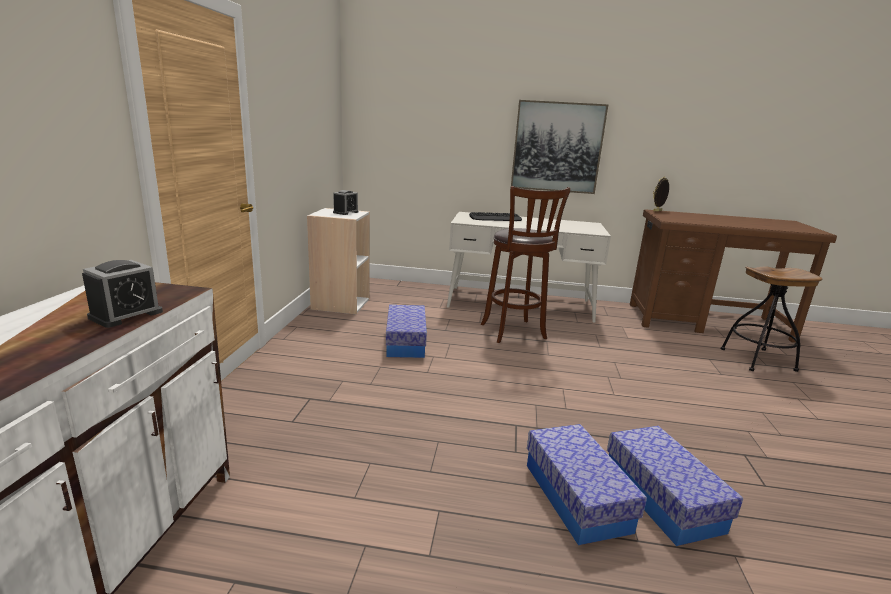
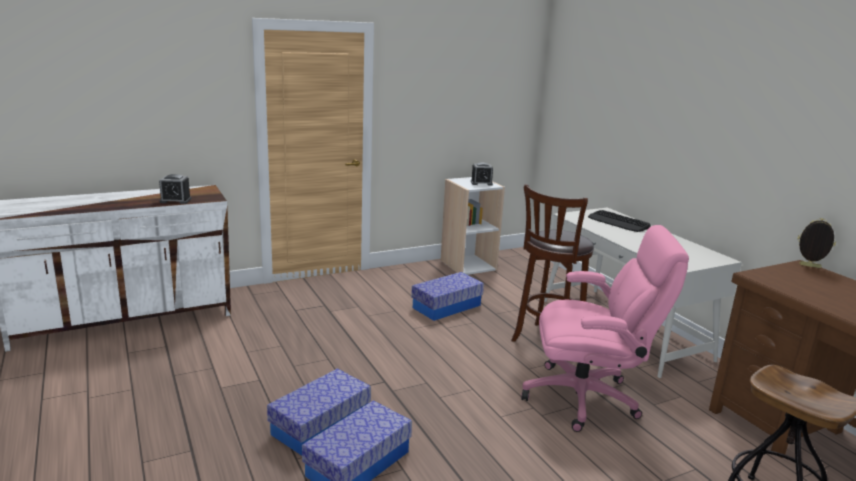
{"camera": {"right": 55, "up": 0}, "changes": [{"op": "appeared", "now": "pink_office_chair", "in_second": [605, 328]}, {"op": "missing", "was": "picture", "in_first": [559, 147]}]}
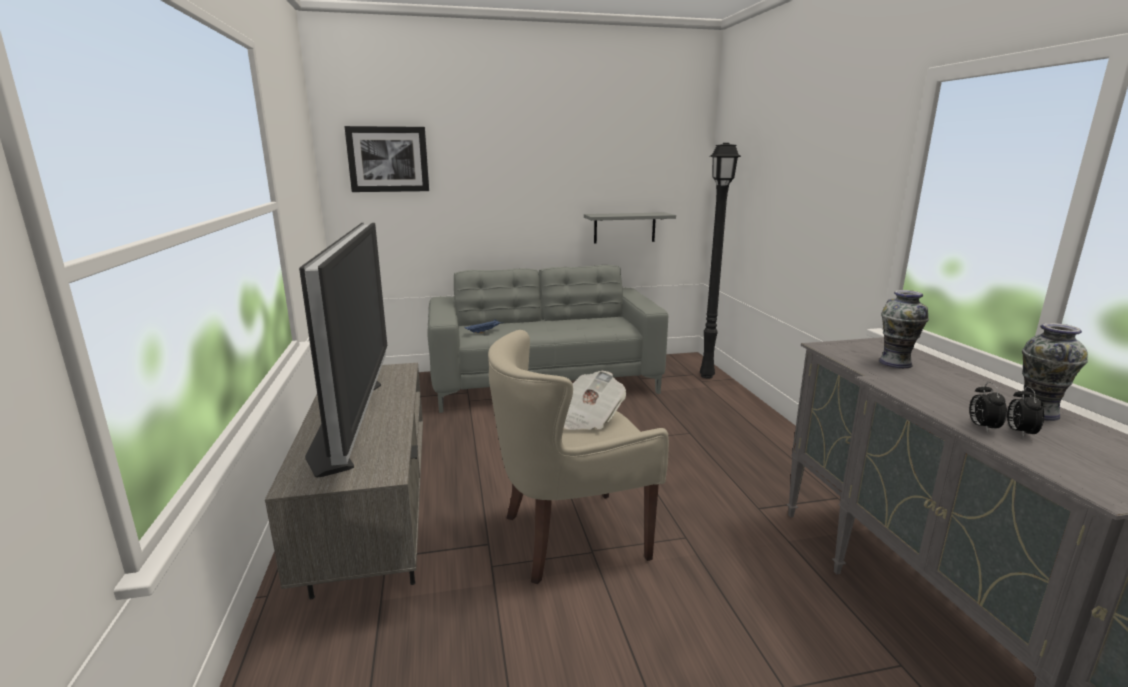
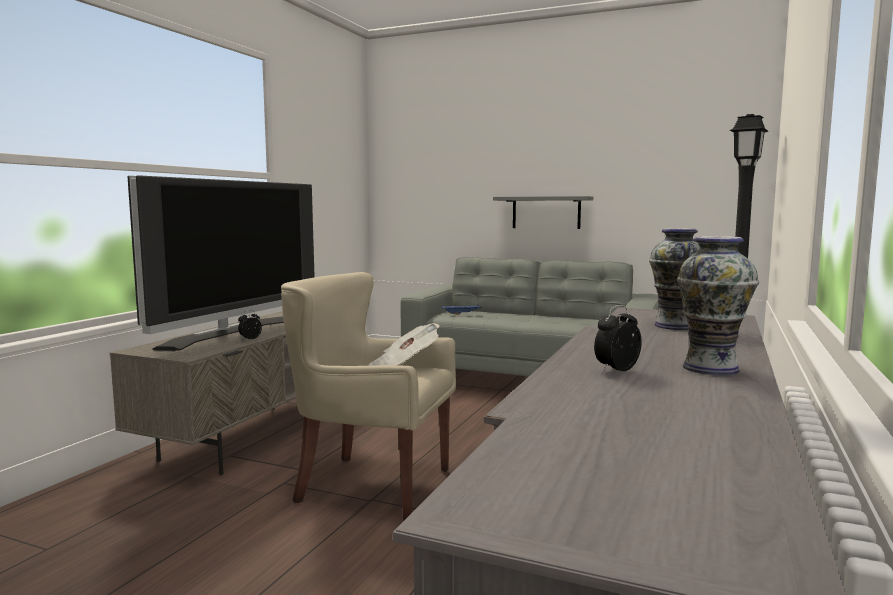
{"camera": {"right": 35, "up": -10}, "changes": [{"op": "relocated", "was": "alarm_clock", "in_first": [988, 407], "in_second": [250, 325]}, {"op": "relocated", "was": "grey_shelf", "in_first": [630, 228], "in_second": [543, 212]}, {"op": "missing", "was": "picture", "in_first": [386, 159]}]}
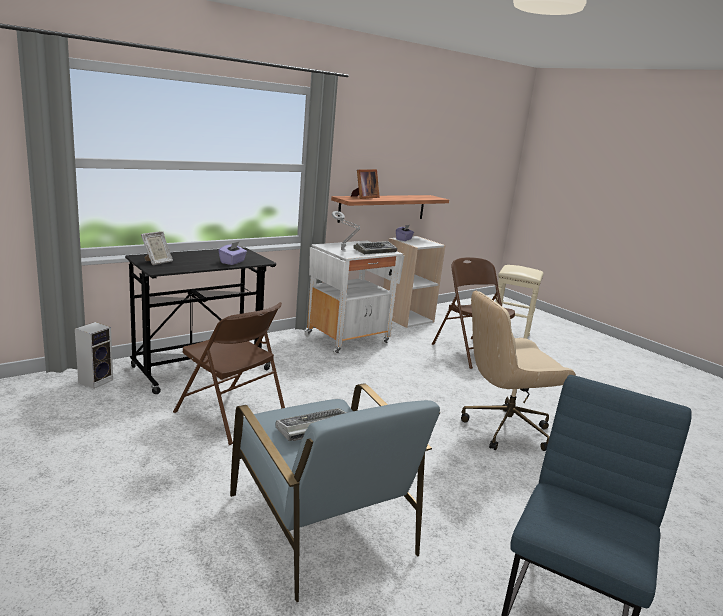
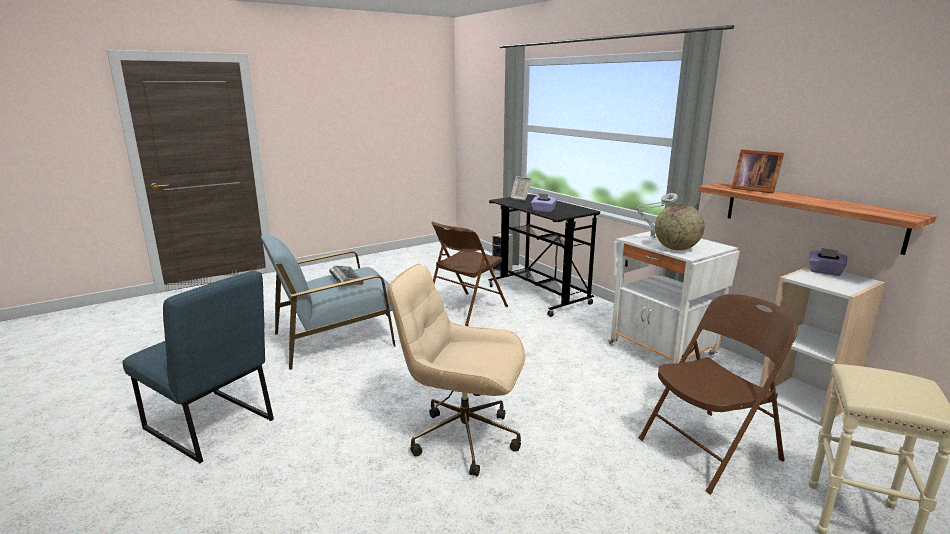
{"camera": {"right": 95, "up": 0}, "changes": [{"op": "spun", "was": "beige_office_chair", "in_first": [518, 370], "in_second": [456, 370], "clockwise": -60}, {"op": "exchanged", "was": "keyboard", "now": "globe", "in_first": [375, 247], "in_second": [679, 226]}]}
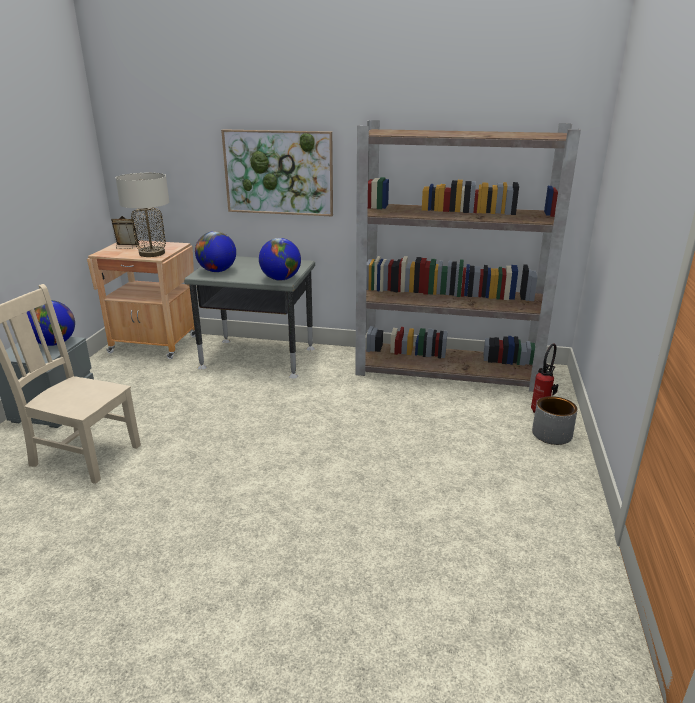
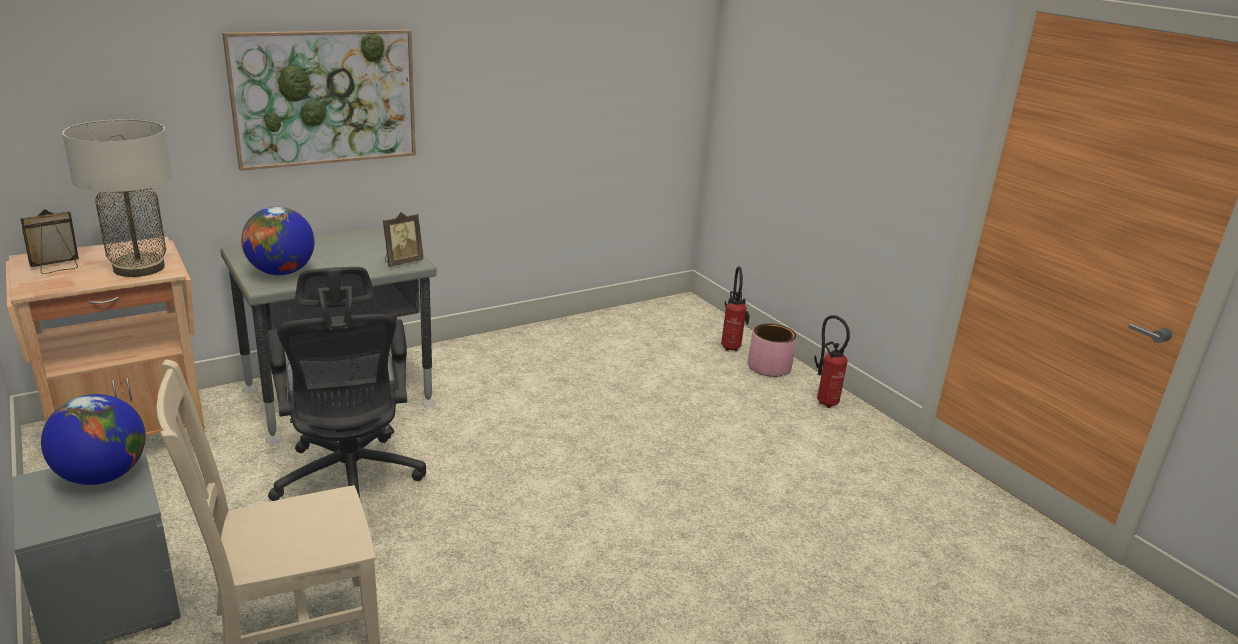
{"camera": {"right": -45, "up": 0}, "changes": [{"op": "appeared", "now": "office_chair", "in_second": [346, 384]}, {"op": "exchanged", "was": "globe", "now": "picture_frame", "in_first": [280, 259], "in_second": [403, 239]}, {"op": "colour", "was": "grey_planter", "now": "pink_planter", "in_first": [555, 420], "in_second": [772, 350]}, {"op": "appeared", "now": "fire_extinguisher", "in_second": [832, 361]}, {"op": "missing", "was": "brown_bookcase", "in_first": [468, 256]}]}
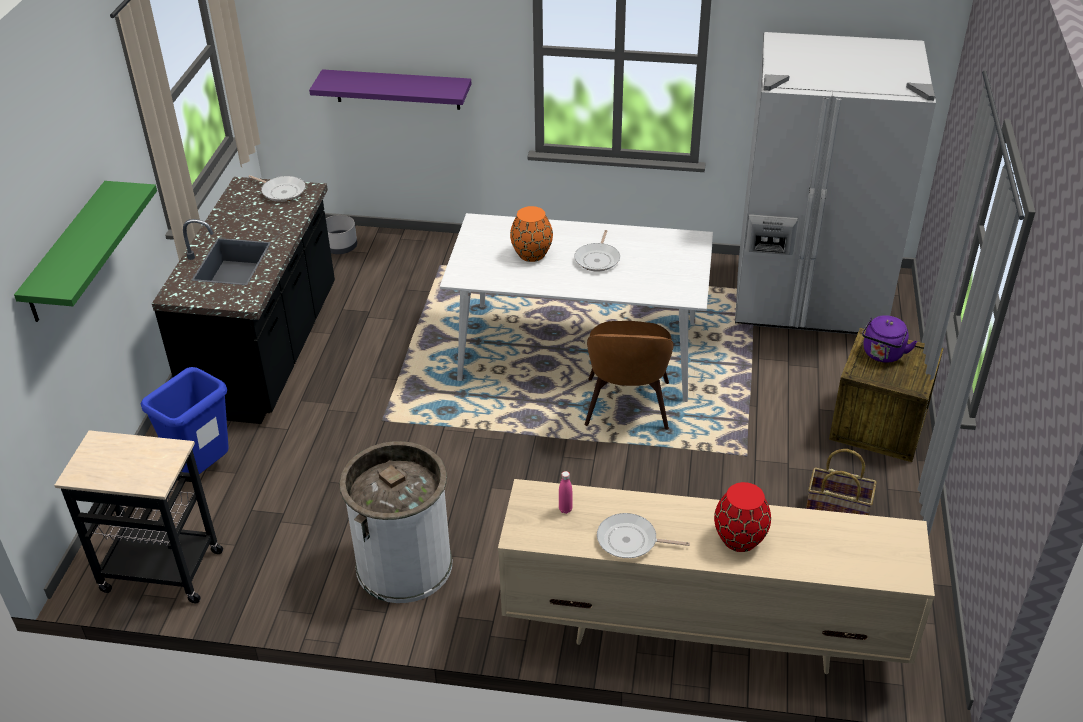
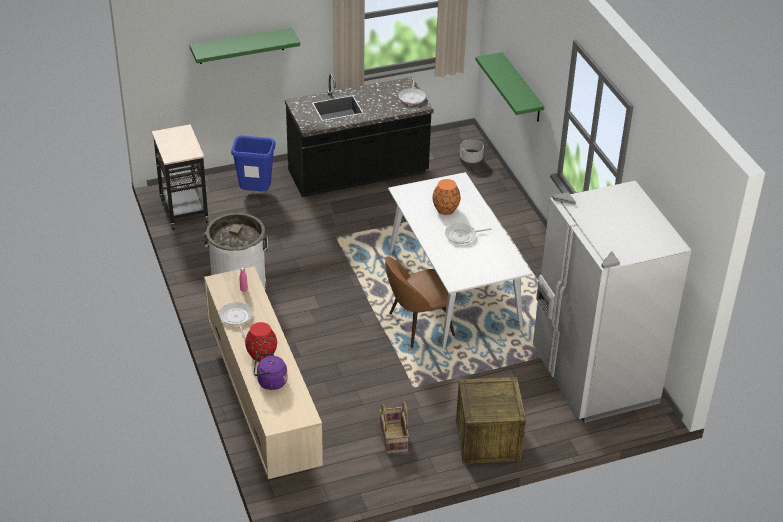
{"camera": {"right": 60, "up": 0}, "changes": [{"op": "relocated", "was": "purple_kettle", "in_first": [889, 339], "in_second": [270, 371]}, {"op": "colour", "was": "purple_shelf", "now": "green_shelf", "in_first": [390, 89], "in_second": [509, 87]}]}
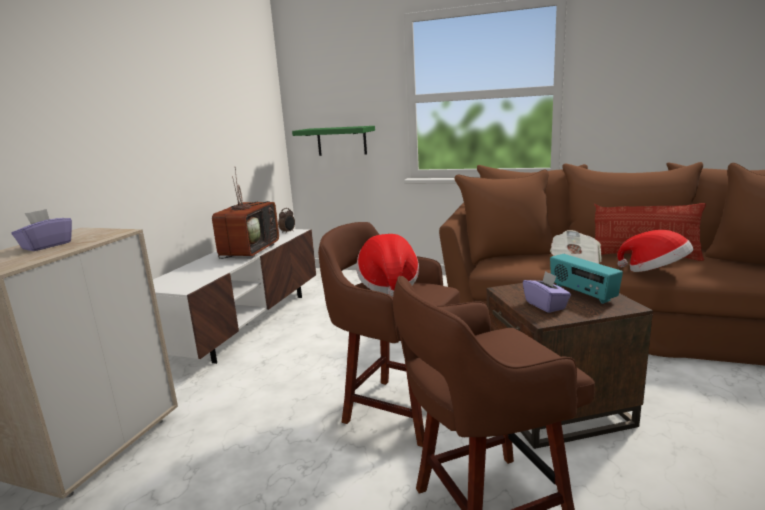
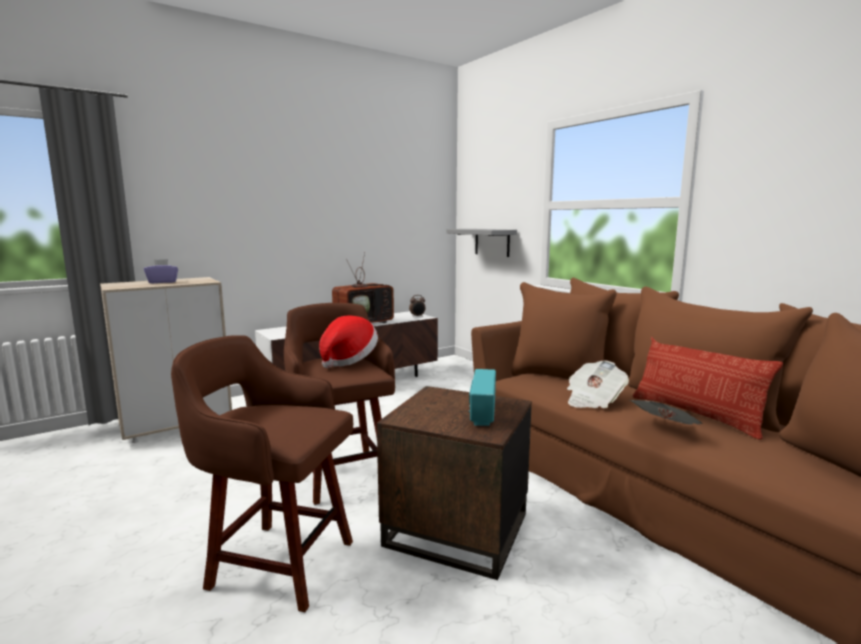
{"camera": {"right": 35, "up": -5}, "changes": [{"op": "colour", "was": "green_shelf", "now": "grey_shelf", "in_first": [333, 141], "in_second": [481, 243]}, {"op": "exchanged", "was": "hat", "now": "newspaper", "in_first": [655, 251], "in_second": [665, 412]}, {"op": "missing", "was": "purple_tissue_box", "in_first": [547, 292]}]}
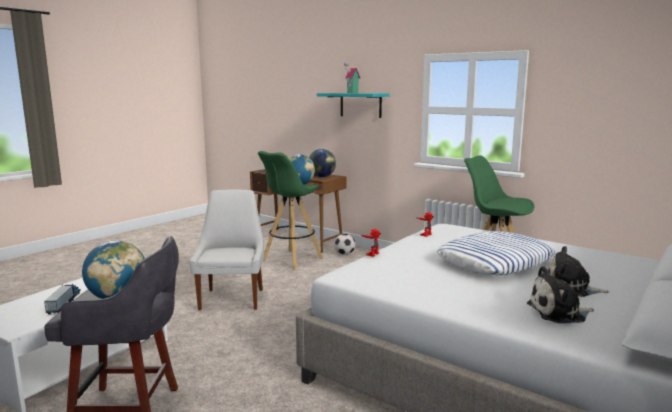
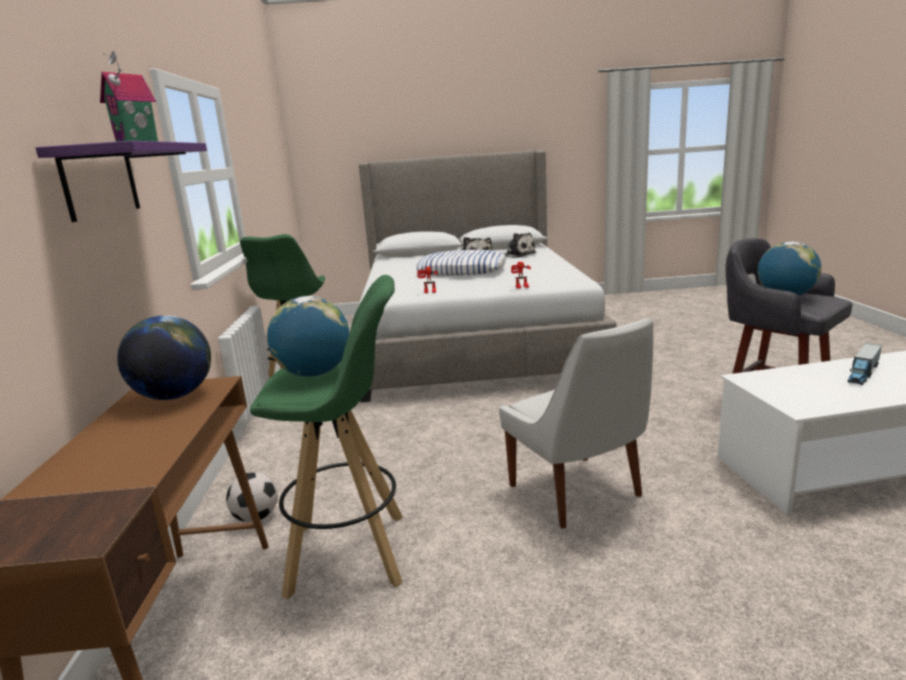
{"camera": {"right": -130, "up": 5}, "changes": [{"op": "colour", "was": "turquoise_shelf", "now": "purple_shelf", "in_first": [353, 105], "in_second": [121, 181]}, {"op": "spun", "was": "white_chair", "in_first": [226, 250], "in_second": [576, 423], "clockwise": -75}]}
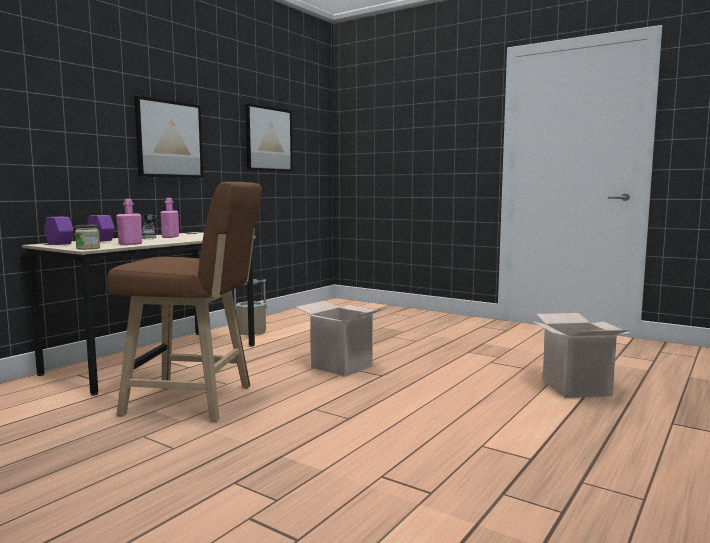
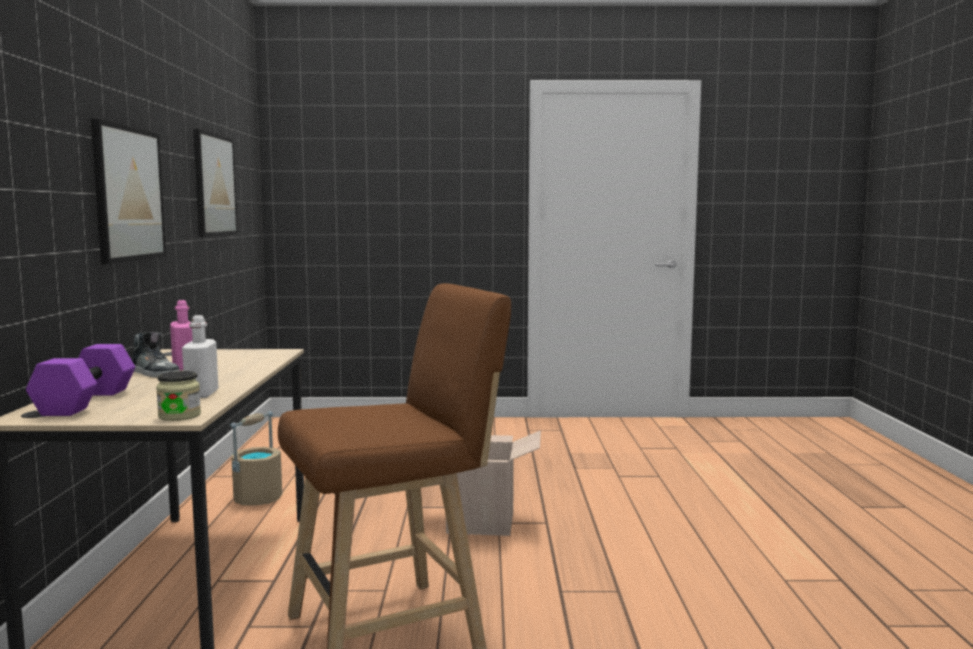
{"camera": {"right": -35, "up": 0}, "changes": [{"op": "colour", "was": "pink_bottle", "now": "white_bottle", "in_first": [129, 222], "in_second": [200, 356]}, {"op": "missing", "was": "cardboard_box", "in_first": [581, 355]}]}
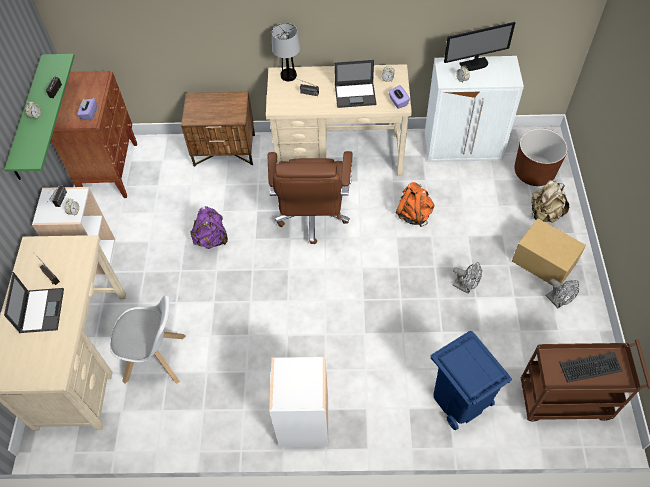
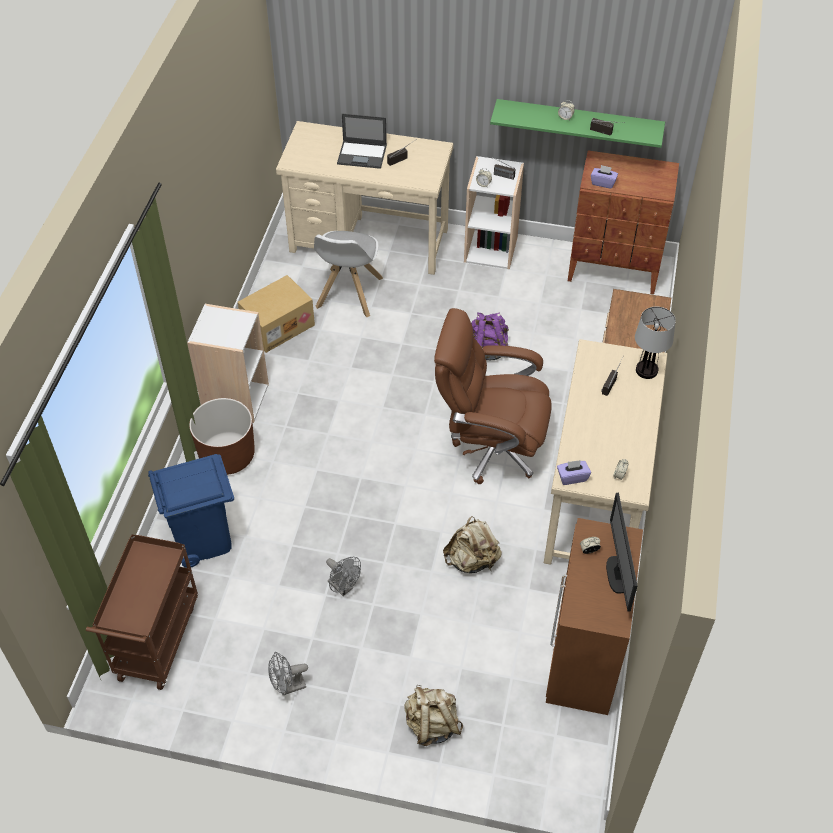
{"camera": {"right": 100, "up": -5}, "changes": [{"op": "relocated", "was": "brown_planter", "in_first": [541, 157], "in_second": [222, 436]}, {"op": "relocated", "was": "cardboard_box", "in_first": [549, 252], "in_second": [276, 314]}, {"op": "spun", "was": "grey_fan", "in_first": [467, 278], "in_second": [343, 576], "clockwise": -90}, {"op": "colour", "was": "orange_backpack", "now": "beige_backpack", "in_first": [415, 204], "in_second": [472, 544]}, {"op": "colour", "was": "white_cabinet", "now": "brown_cabinet", "in_first": [474, 109], "in_second": [594, 616]}, {"op": "missing", "was": "laptop", "in_first": [355, 84]}, {"op": "missing", "was": "keyboard", "in_first": [591, 367]}]}
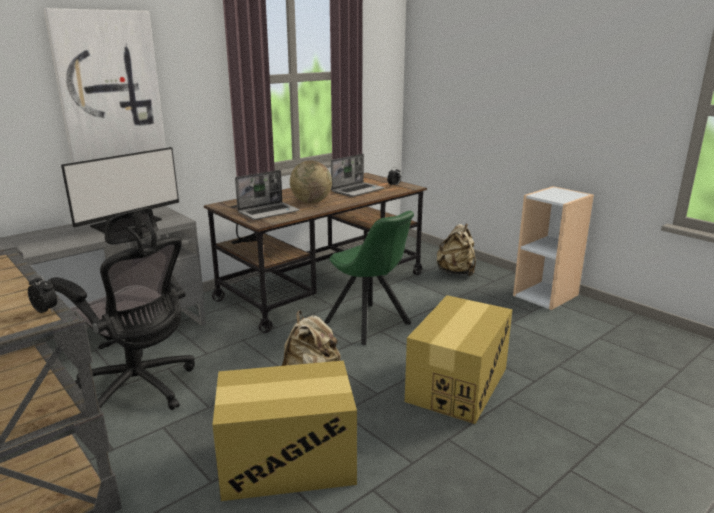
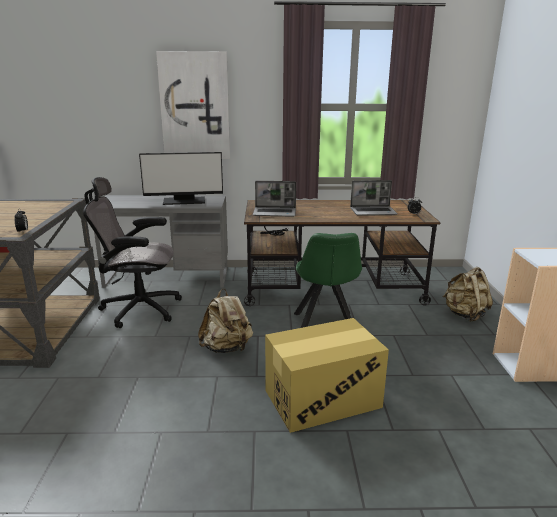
{"camera": {"right": 40, "up": 0}, "changes": [{"op": "spun", "was": "office_chair", "in_first": [121, 308], "in_second": [132, 252], "clockwise": 105}, {"op": "missing", "was": "cardboard_box", "in_first": [285, 431]}, {"op": "missing", "was": "globe", "in_first": [311, 182]}]}
